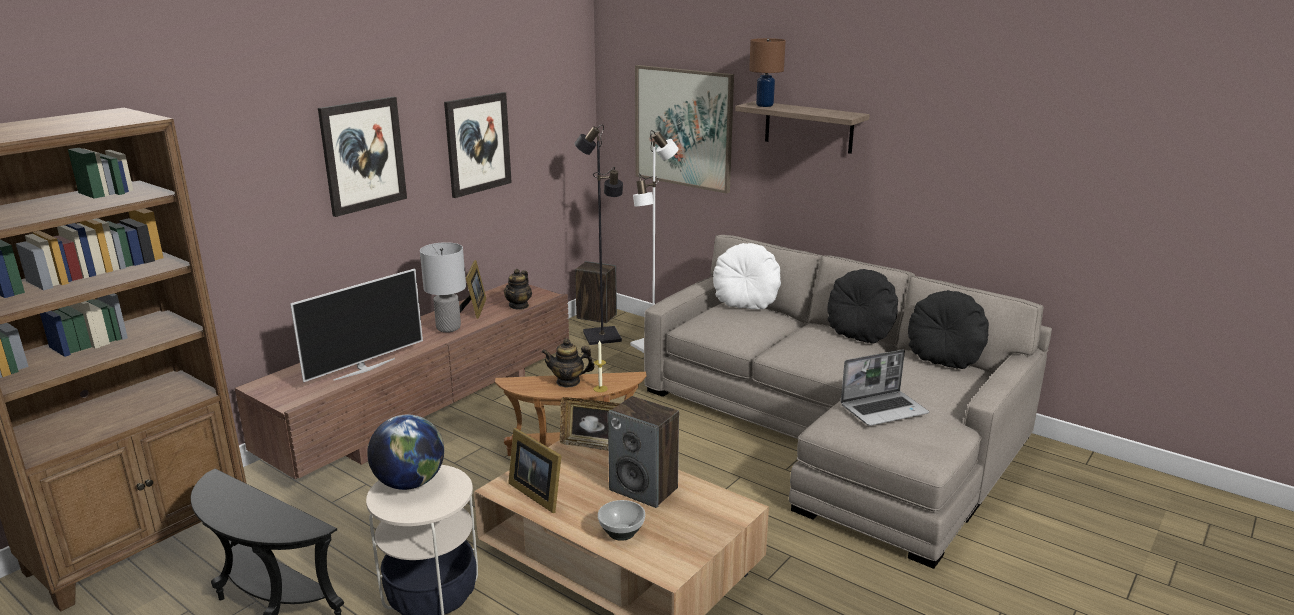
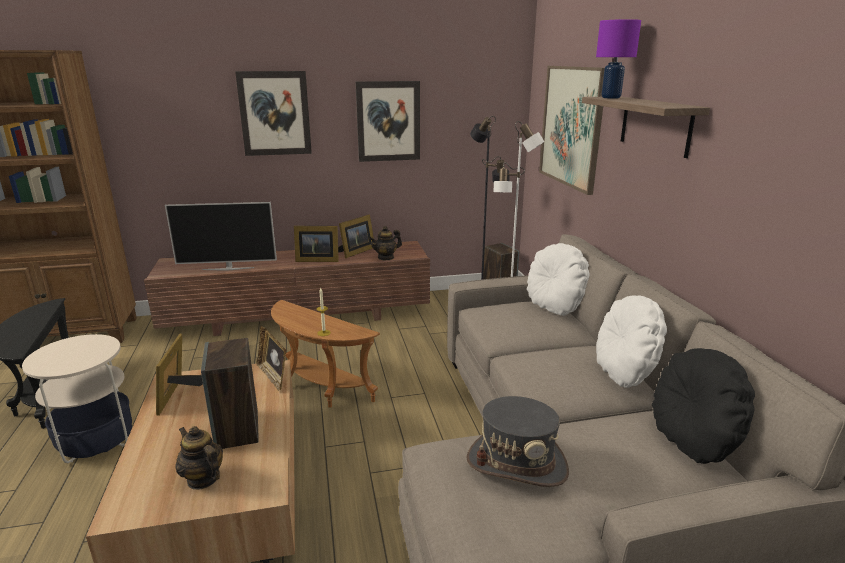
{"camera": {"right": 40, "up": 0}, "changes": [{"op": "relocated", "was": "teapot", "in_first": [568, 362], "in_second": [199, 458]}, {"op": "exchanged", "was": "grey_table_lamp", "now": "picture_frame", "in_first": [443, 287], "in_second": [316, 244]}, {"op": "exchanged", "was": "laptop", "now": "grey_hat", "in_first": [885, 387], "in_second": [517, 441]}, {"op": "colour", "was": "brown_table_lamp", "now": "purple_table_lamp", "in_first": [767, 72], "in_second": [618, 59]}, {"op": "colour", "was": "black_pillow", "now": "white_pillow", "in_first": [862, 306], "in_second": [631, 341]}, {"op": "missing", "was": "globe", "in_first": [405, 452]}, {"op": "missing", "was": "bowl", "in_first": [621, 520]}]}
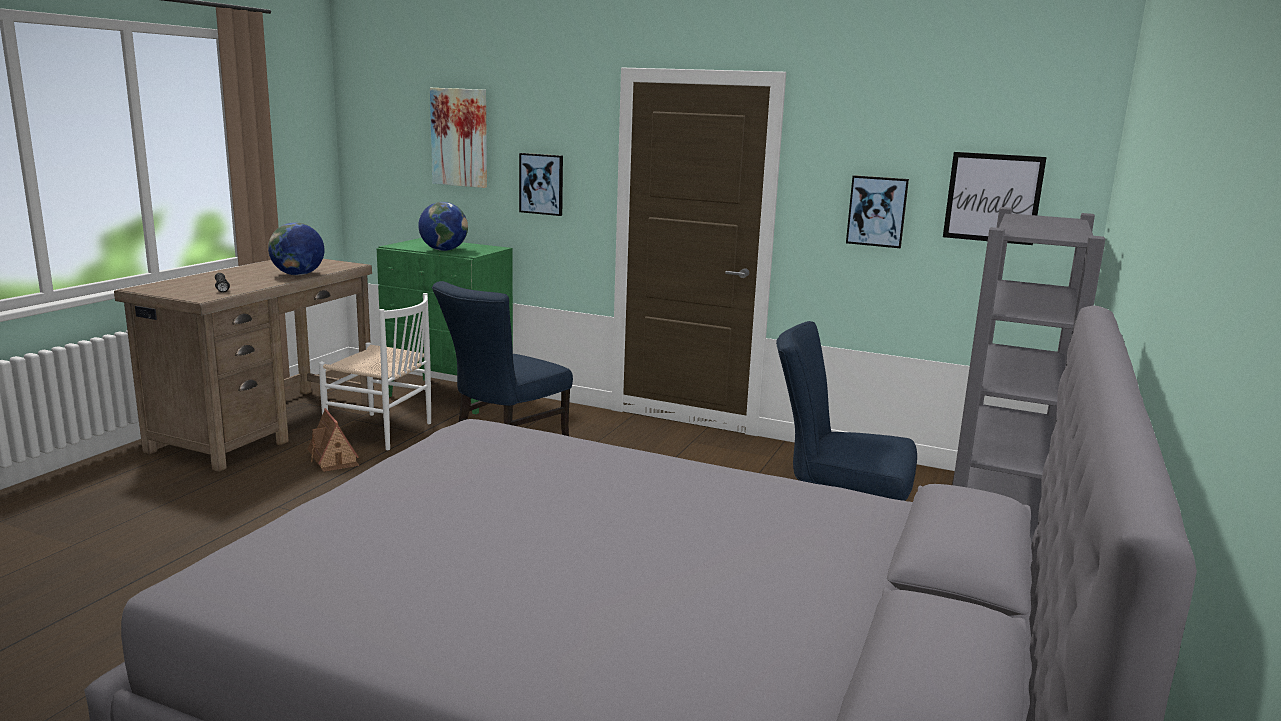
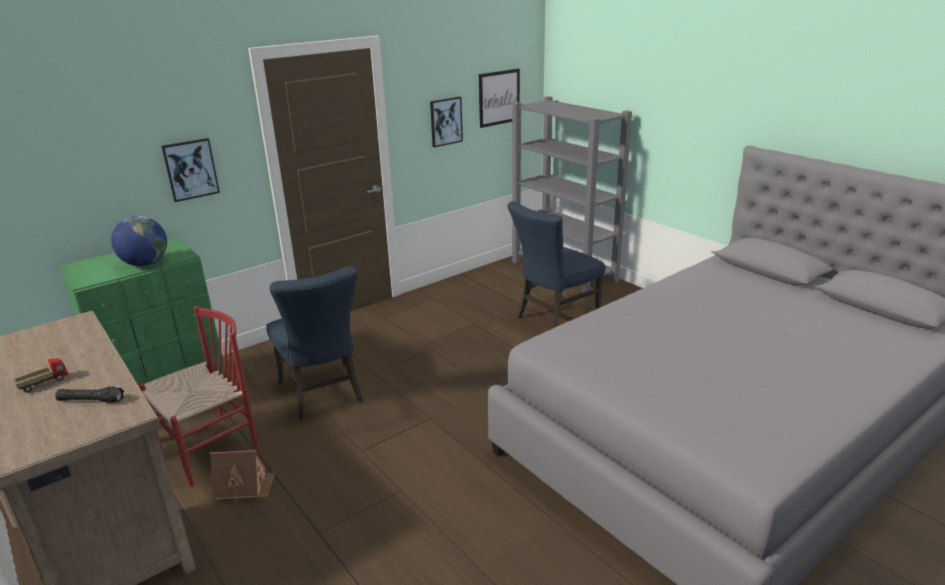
{"camera": {"right": -60, "up": 10}, "changes": [{"op": "appeared", "now": "toy_truck", "in_second": [40, 375]}, {"op": "colour", "was": "white_chair", "now": "red_chair", "in_first": [375, 371], "in_second": [198, 396]}, {"op": "missing", "was": "globe", "in_first": [296, 248]}, {"op": "missing", "was": "picture", "in_first": [458, 138]}]}
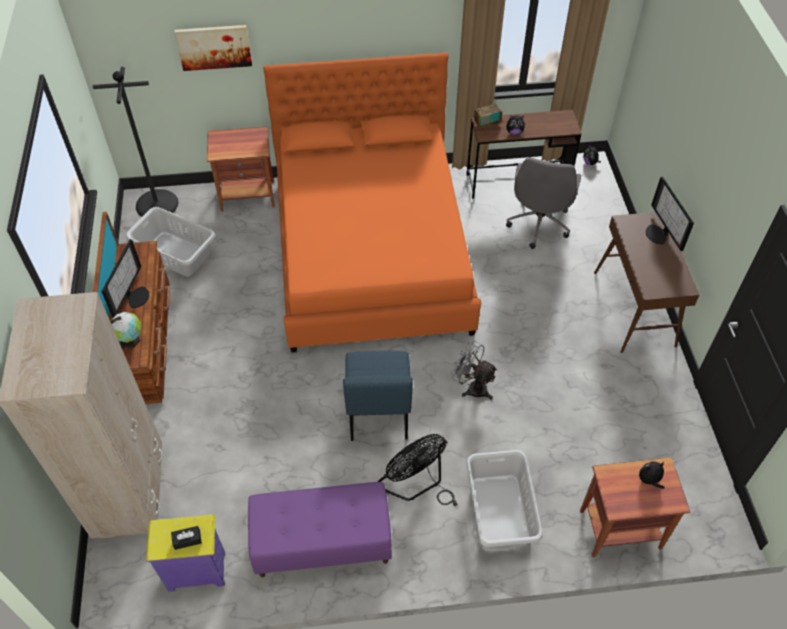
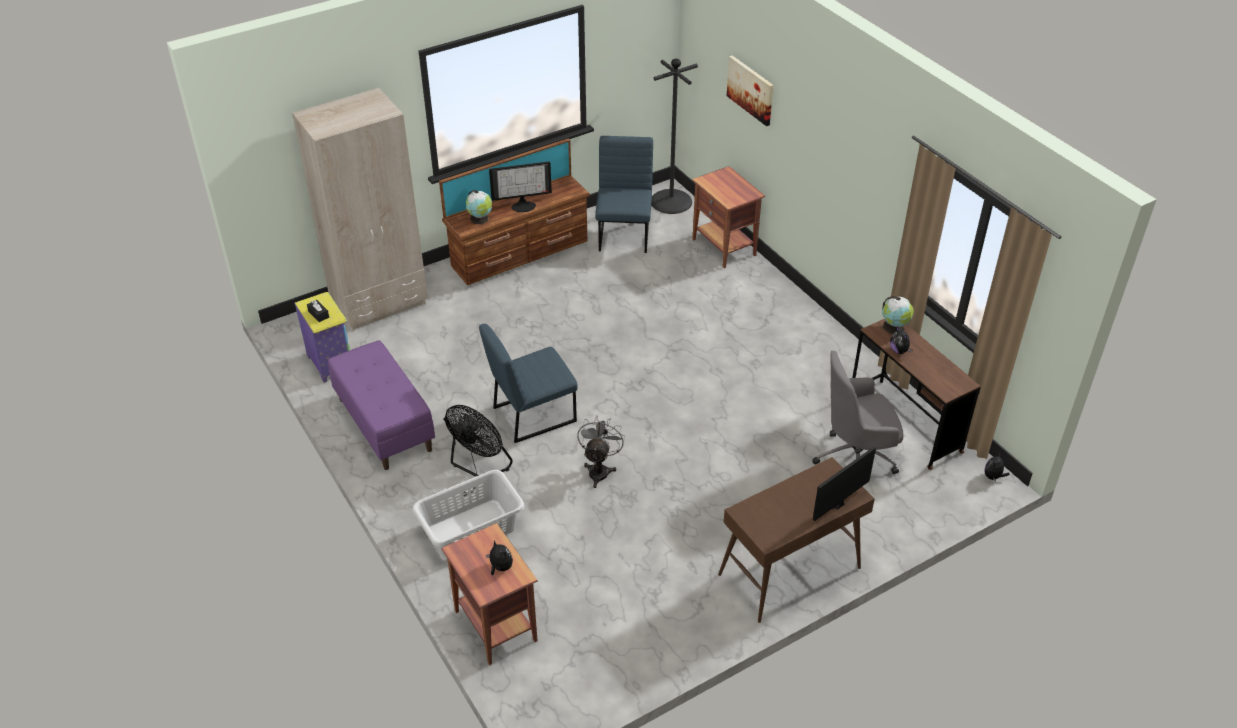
{"camera": {"right": 65, "up": -10}, "changes": [{"op": "exchanged", "was": "grey_laundry_basket", "now": "blue_chair", "in_first": [170, 241], "in_second": [624, 194]}, {"op": "exchanged", "was": "radio", "now": "globe", "in_first": [488, 113], "in_second": [898, 315]}, {"op": "missing", "was": "orange_bed", "in_first": [372, 202]}]}
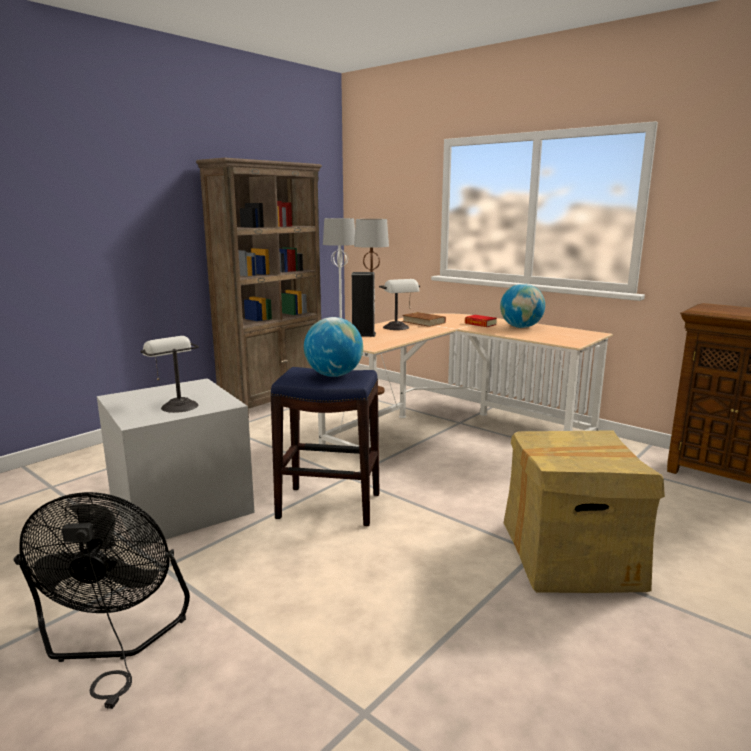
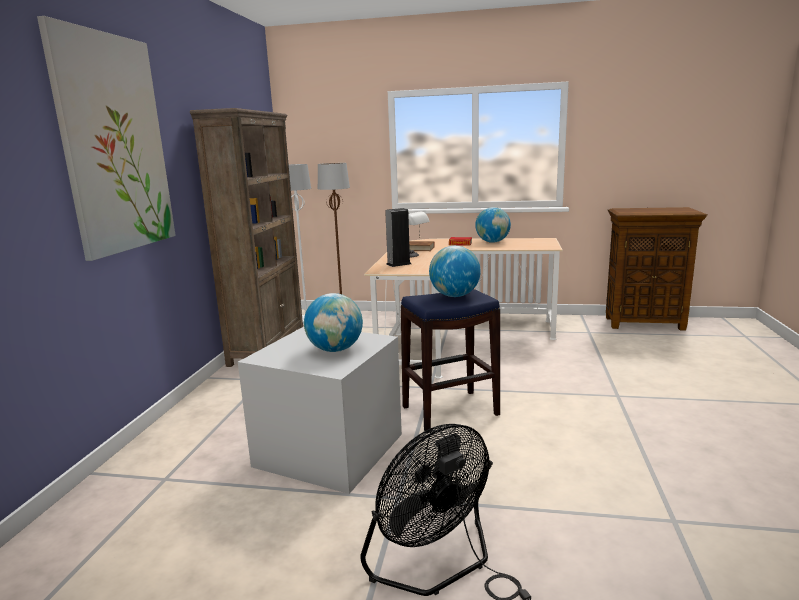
{"camera": {"right": -30, "up": 0}, "changes": [{"op": "appeared", "now": "picture", "in_second": [106, 138]}, {"op": "exchanged", "was": "table_lamp", "now": "globe", "in_first": [169, 374], "in_second": [333, 322]}, {"op": "missing", "was": "cardboard_box", "in_first": [584, 511]}]}
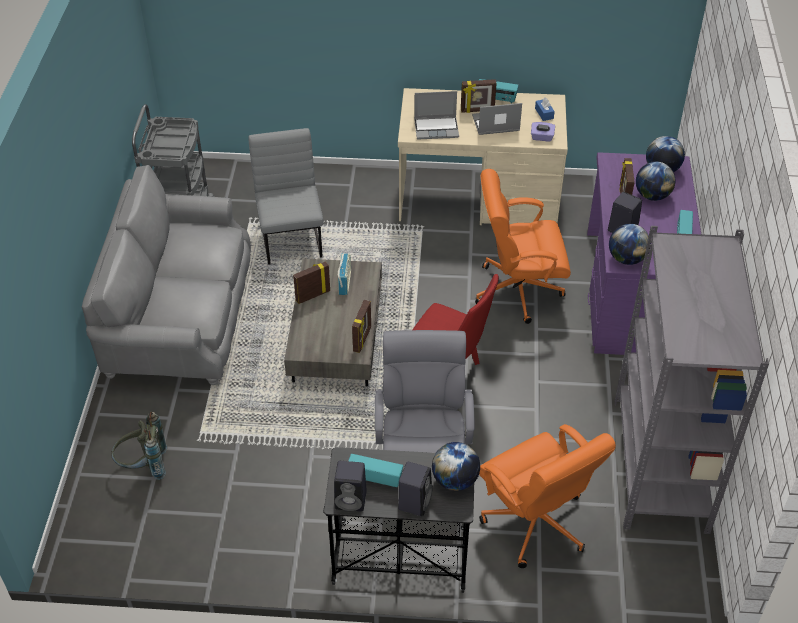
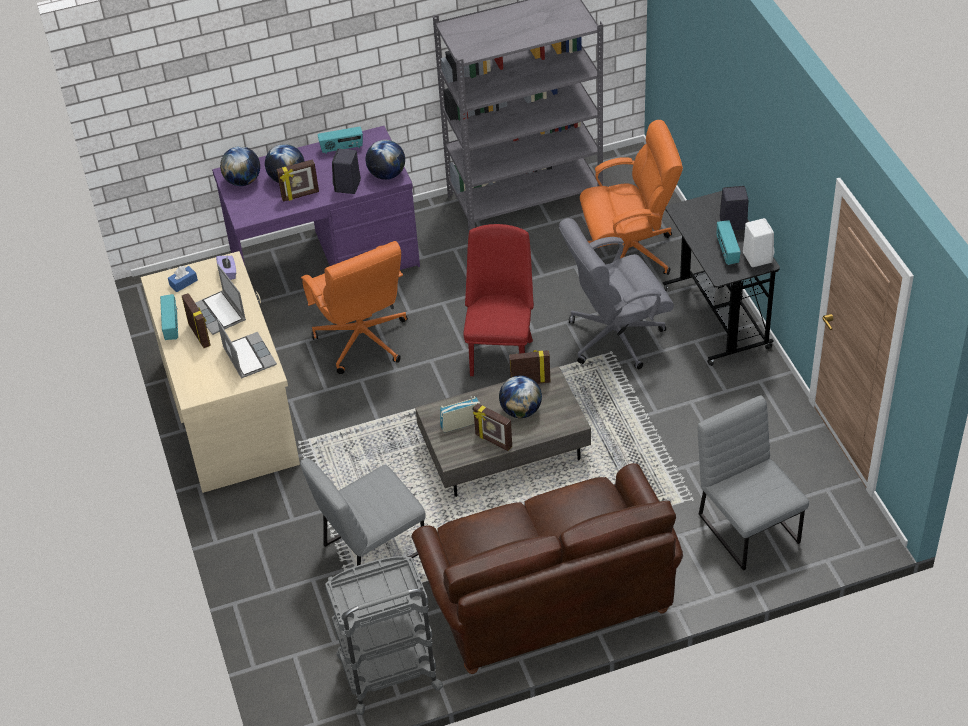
{"camera": {"right": -110, "up": 0}, "changes": [{"op": "colour", "was": "grey_sofa", "now": "brown_sofa", "in_first": [166, 275], "in_second": [547, 568]}, {"op": "relocated", "was": "globe", "in_first": [456, 466], "in_second": [520, 396]}, {"op": "spun", "was": "orange_office_chair", "in_first": [547, 496], "in_second": [631, 197], "clockwise": 45}, {"op": "exchanged", "was": "grey_backpack", "now": "grey_chair", "in_first": [139, 446], "in_second": [753, 483]}, {"op": "colour", "was": "black_speaker", "now": "white_speaker", "in_first": [350, 486], "in_second": [758, 242]}]}
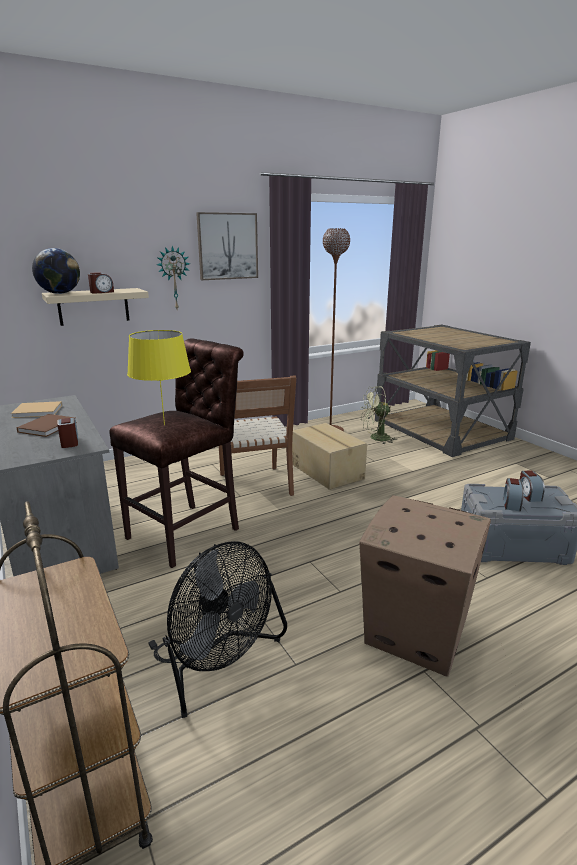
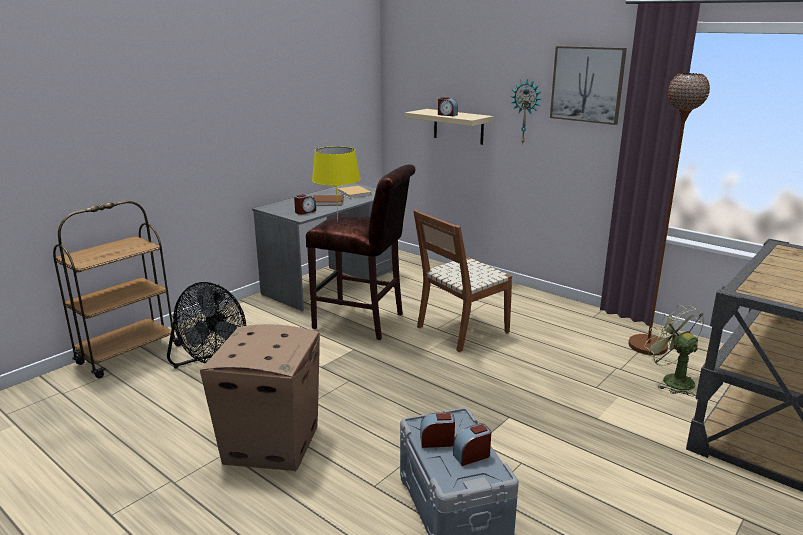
{"camera": {"right": 70, "up": 0}, "changes": [{"op": "missing", "was": "globe", "in_first": [56, 271]}, {"op": "missing", "was": "cardboard_box", "in_first": [329, 456]}]}
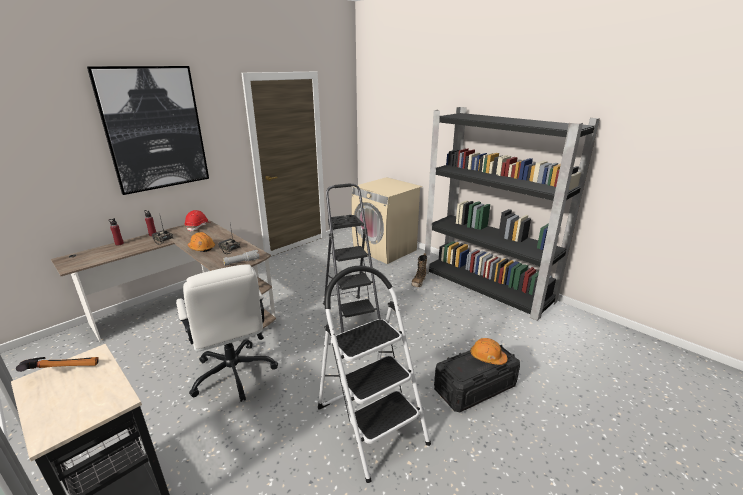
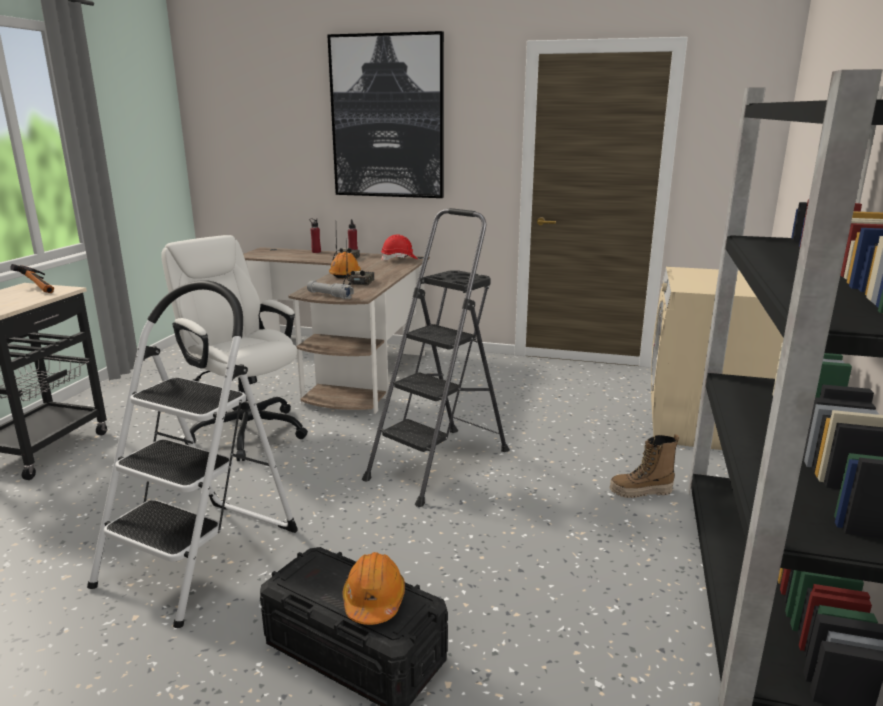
{"camera": {"right": 60, "up": -5}, "changes": [{"op": "spun", "was": "white_office_chair", "in_first": [227, 333], "in_second": [234, 348], "clockwise": 105}]}
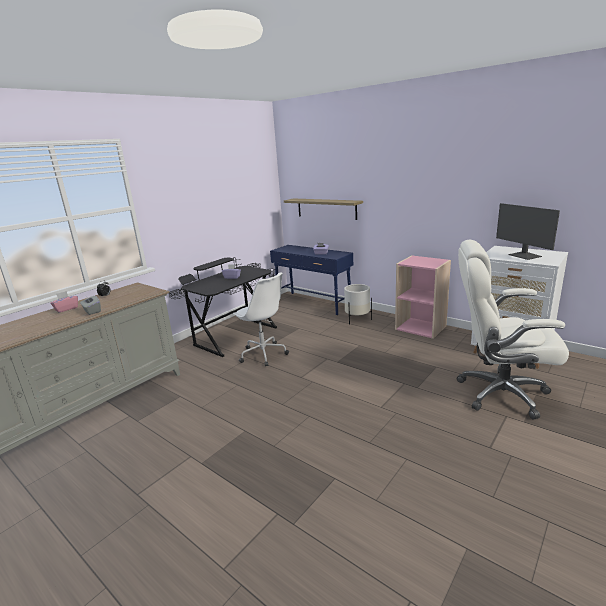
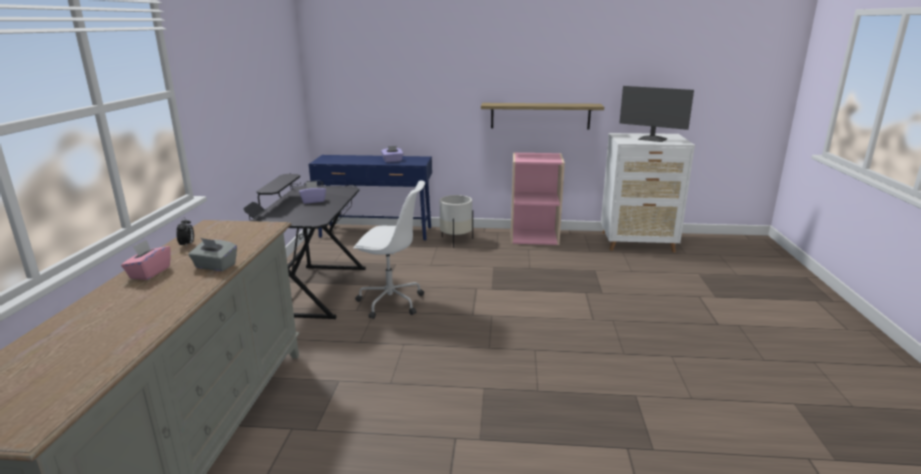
{"camera": {"right": -35, "up": 0}, "changes": [{"op": "relocated", "was": "shelf", "in_first": [323, 209], "in_second": [542, 116]}, {"op": "missing", "was": "white_office_chair", "in_first": [513, 330]}]}
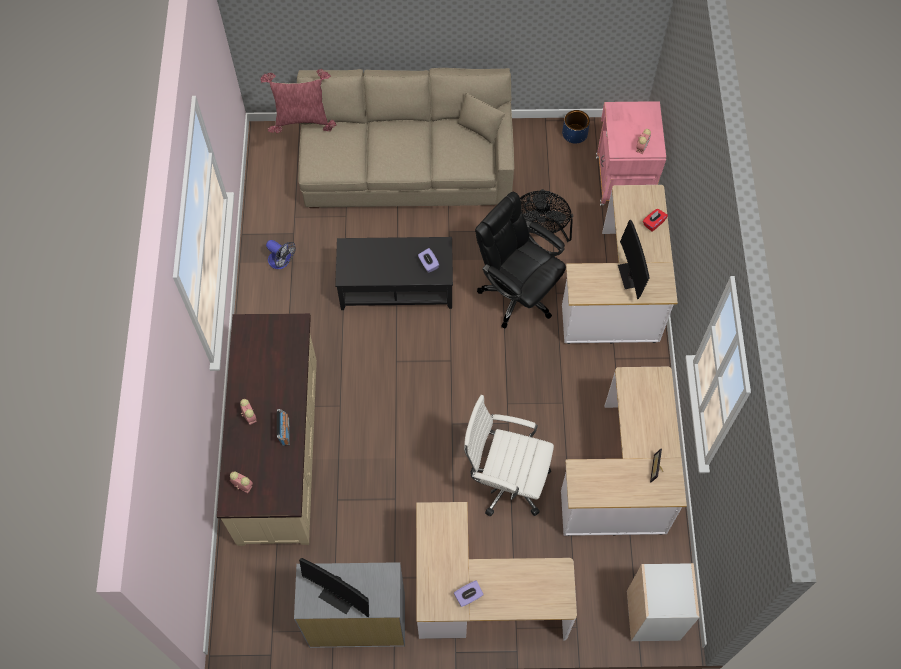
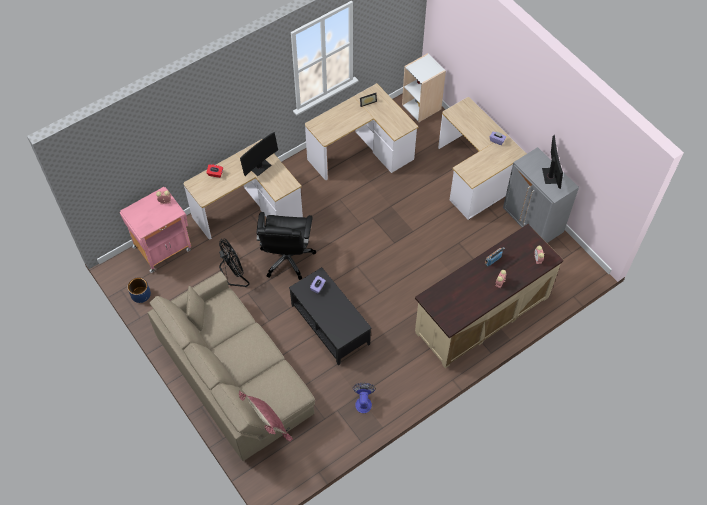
{"camera": {"right": -125, "up": -5}, "changes": [{"op": "missing", "was": "white_office_chair", "in_first": [509, 456]}]}
